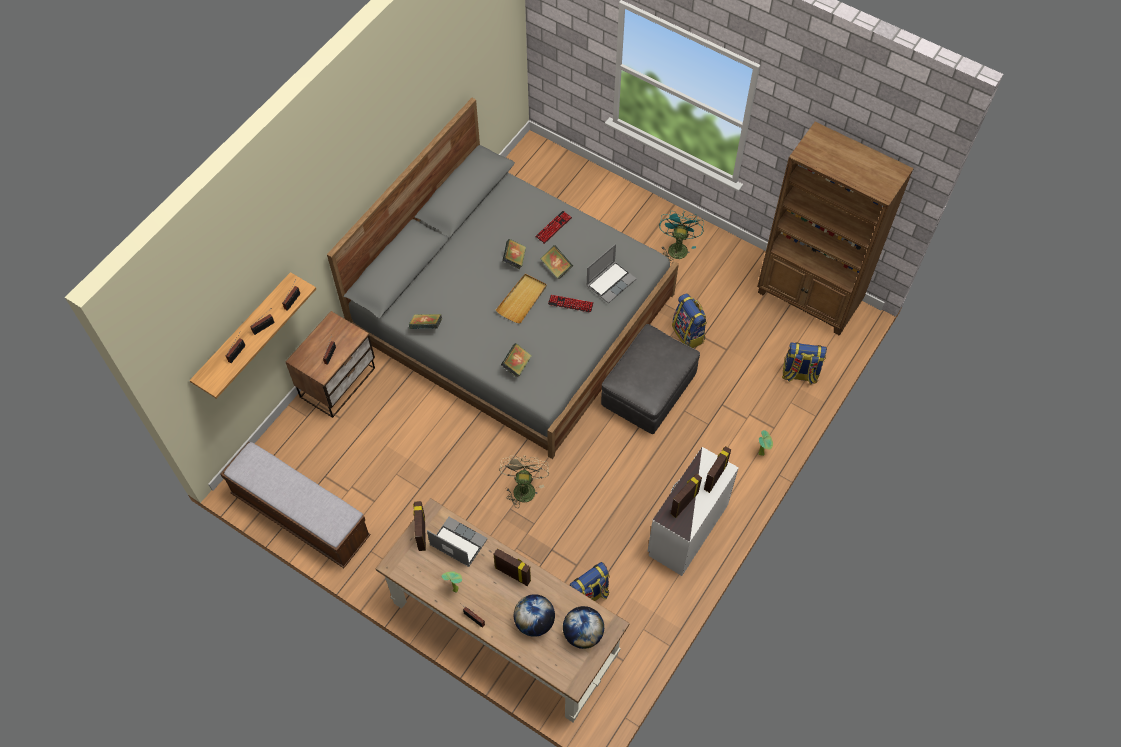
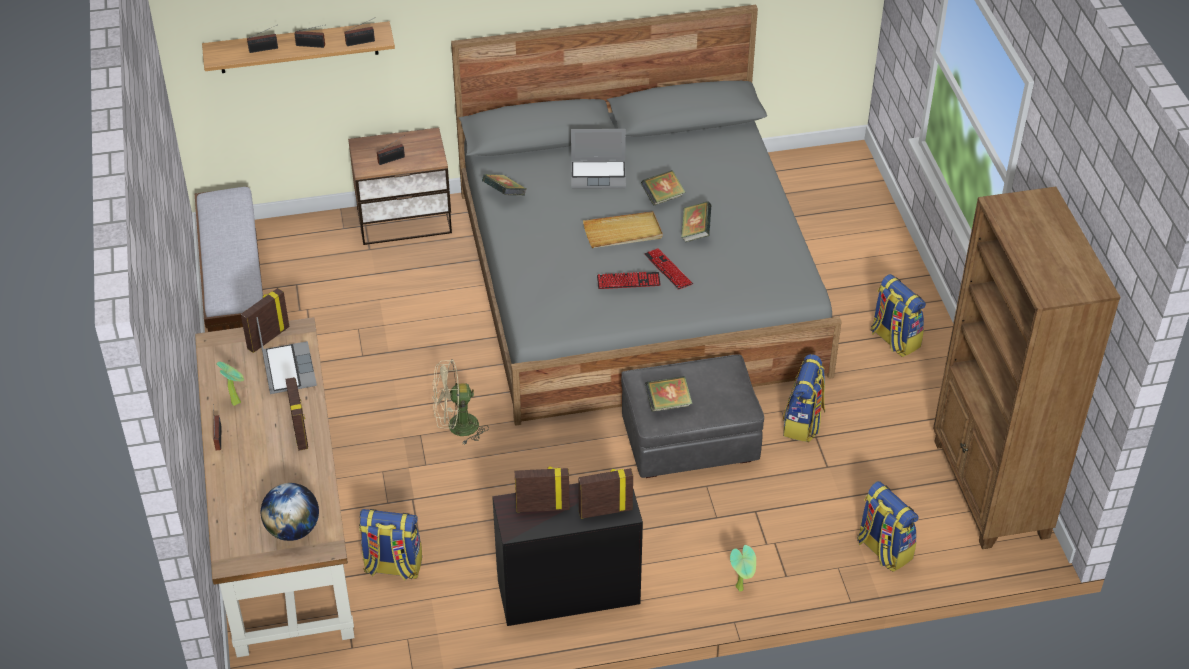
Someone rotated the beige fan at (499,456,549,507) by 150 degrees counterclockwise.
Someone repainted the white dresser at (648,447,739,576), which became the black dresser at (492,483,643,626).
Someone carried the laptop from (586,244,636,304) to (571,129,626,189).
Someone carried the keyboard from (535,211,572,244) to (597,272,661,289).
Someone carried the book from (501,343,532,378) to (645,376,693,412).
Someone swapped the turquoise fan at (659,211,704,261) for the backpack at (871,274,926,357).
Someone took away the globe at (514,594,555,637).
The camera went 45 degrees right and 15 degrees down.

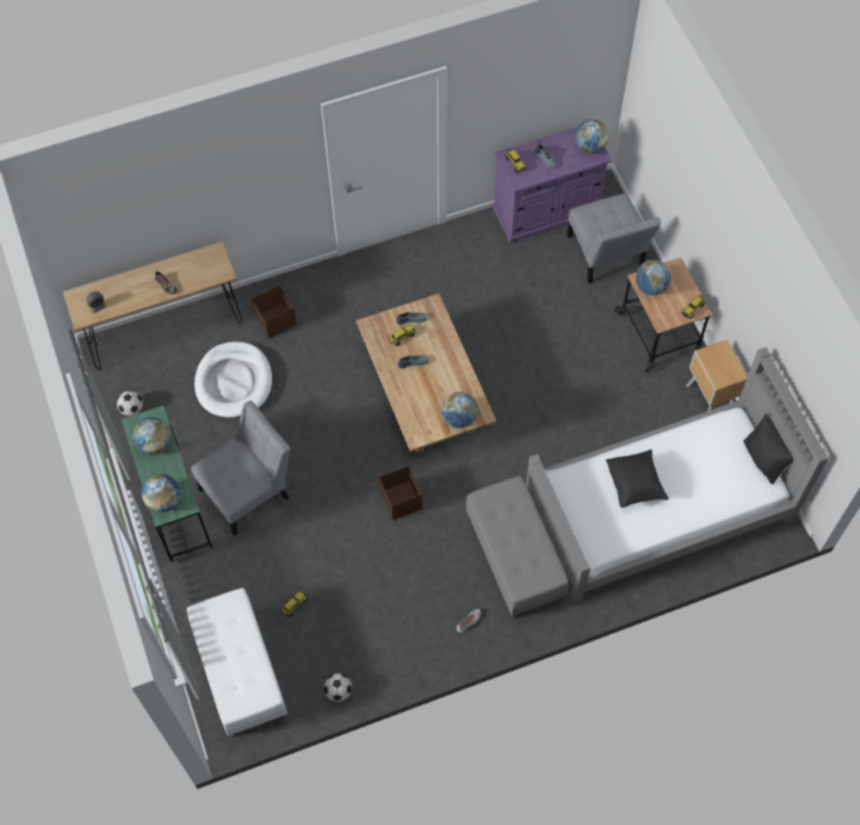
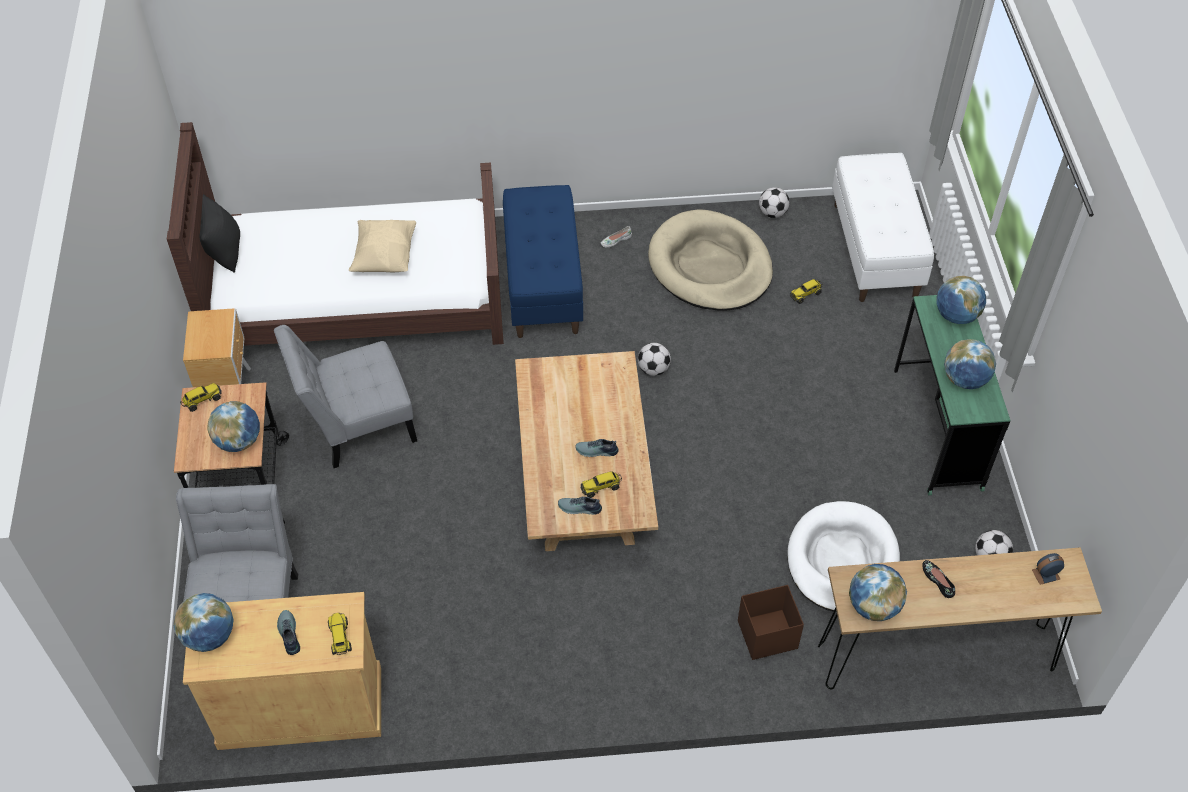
Someone repainted the grey bed at (526,347,829,602), which became the brown bed at (167,122,504,346).
Someone repainted the purple cabinet at (493,126,612,244), which became the beige cabinet at (183,592,381,750).
Someone carried the grey chair from (191,401,290,536) to (274,325,417,468).
Someone repainted the black pillow at (606,450,669,508), which became the beige pillow at (349,220,416,272).
Someone repainted the grey bench at (466,476,569,619), which became the blue bench at (503,185,583,338).
Someone swapped the brown storage box at (379,466,423,520) for the football at (638,343,671,376).
Someone put down the beige dog bed at (648,209,773,311).
Someone carried the globe from (441,392,477,428) to (849,564,907,621).
The camera went 165 degrees left and 10 degrees down.

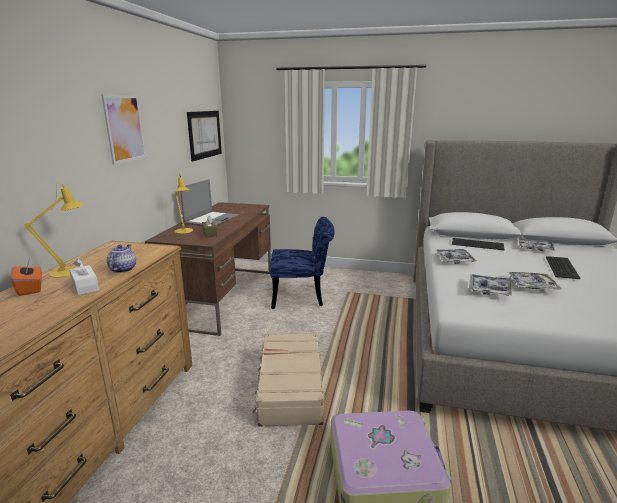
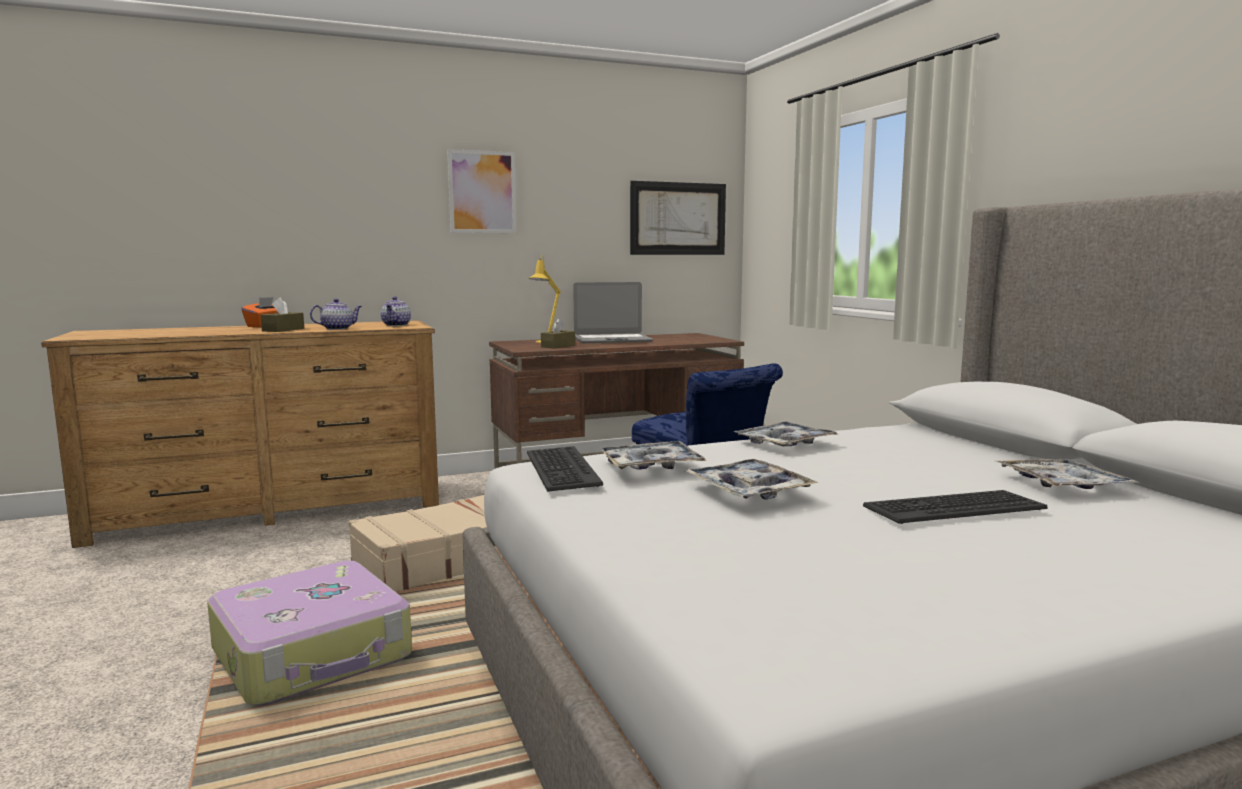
Someone repainted the white tissue box at (69,259,99,295), which became the brown tissue box at (261,298,304,332).
Someone put down the teapot at (381,296,411,326).
Someone carried the keyboard from (452,238,505,250) to (527,446,603,492).
Someone took away the yellow table lamp at (24,183,84,278).
The camera went 55 degrees right and 10 degrees down.

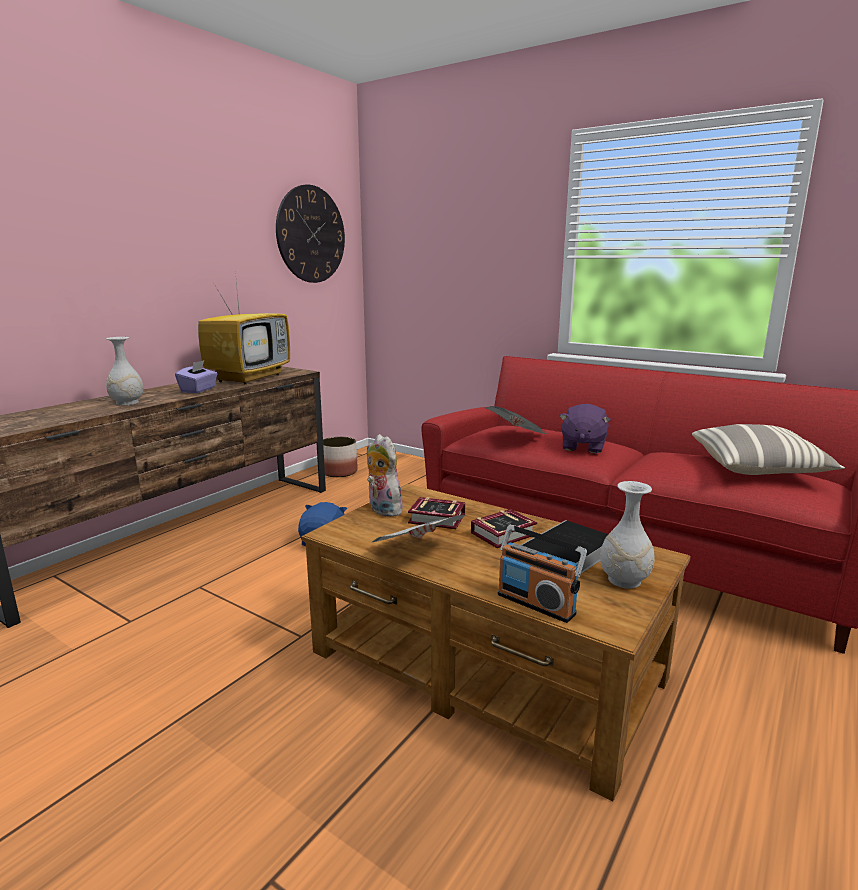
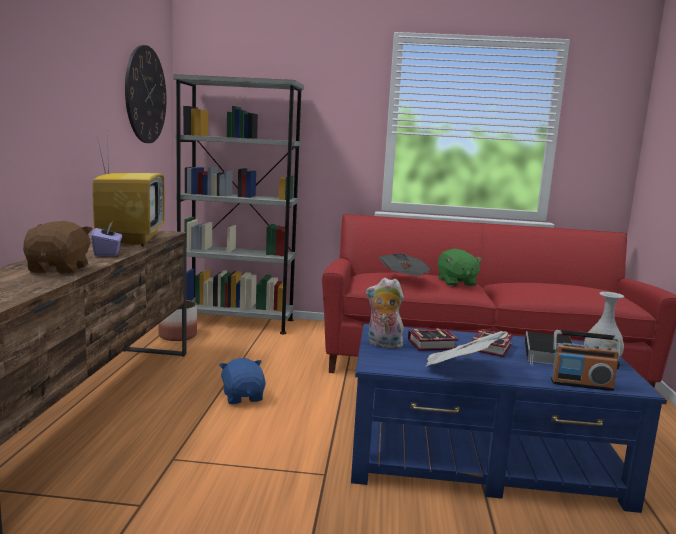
Someone swapped the white vase at (106,337,144,405) for the brown plush toy at (23,221,93,274).
Someone put down the grey bookcase at (173,74,304,334).
Someone repainted the brown coffee table at (301,484,691,801), which became the blue coffee table at (351,324,667,513).
Someone repainted the purple plush toy at (560,404,611,453), which became the green plush toy at (438,249,483,287).
Someone took away the pillow at (692,424,845,475).
The camera went 30 degrees left and 5 degrees down.

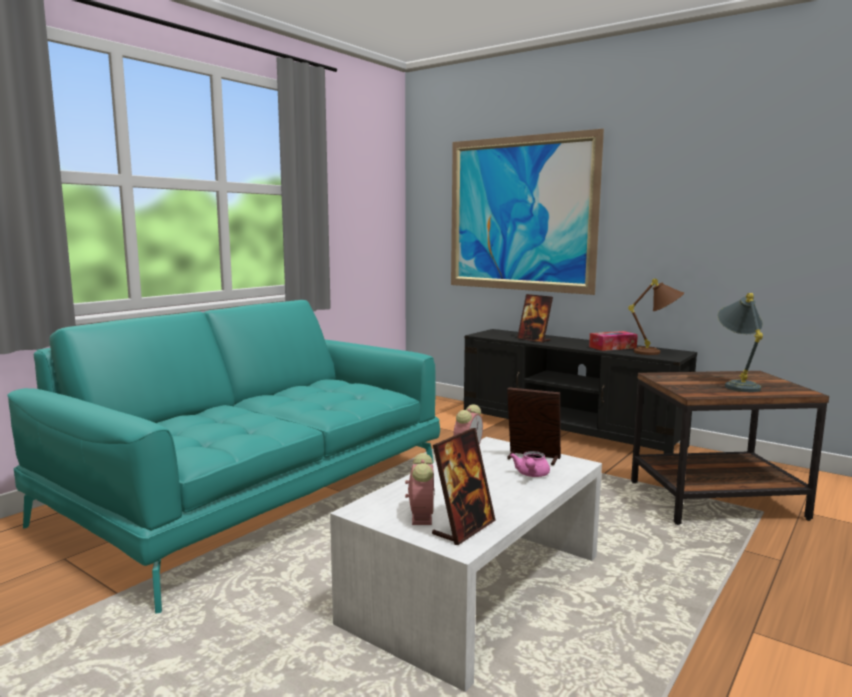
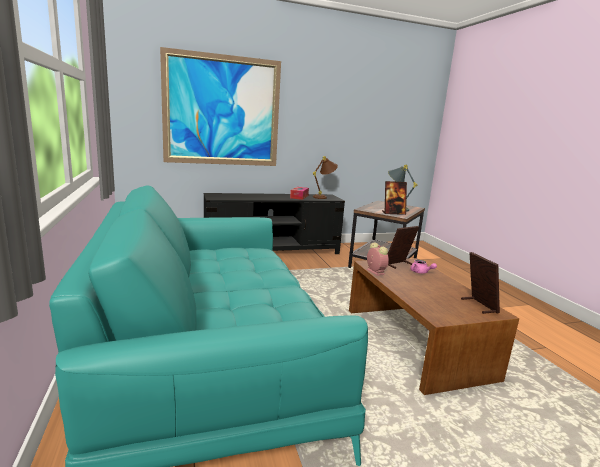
Someone repainted the white coffee table at (330,437,602,692), which became the brown coffee table at (349,258,519,395).
Someone carried the picture frame from (517,294,553,343) to (382,181,407,215).
Someone took away the alarm clock at (405,453,435,525).
The camera went 55 degrees left and 5 degrees up.

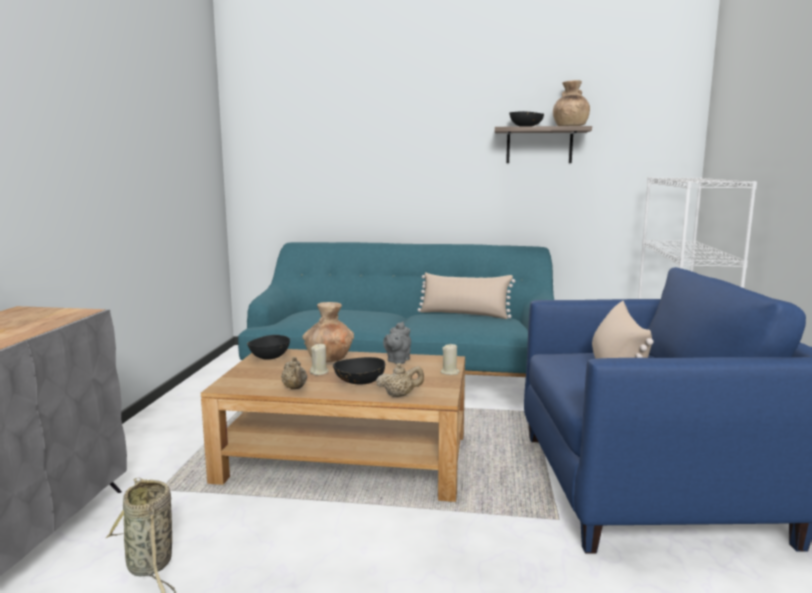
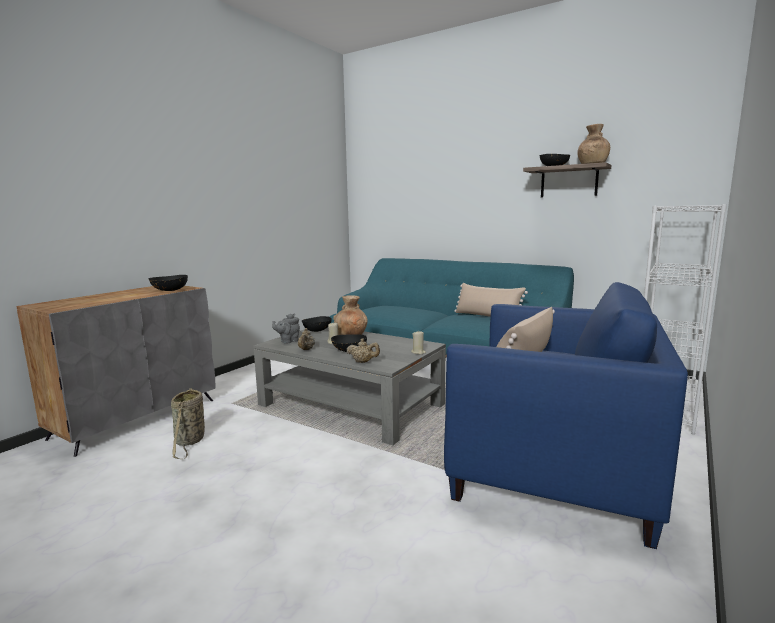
Someone put down the black bowl at (149,275,188,291).
Someone repainted the brown coffee table at (201,349,465,502), which became the grey coffee table at (253,327,446,445).
Someone carried the grey teapot from (383,322,411,364) to (272,313,300,344).
The camera went 25 degrees right and 0 degrees up.

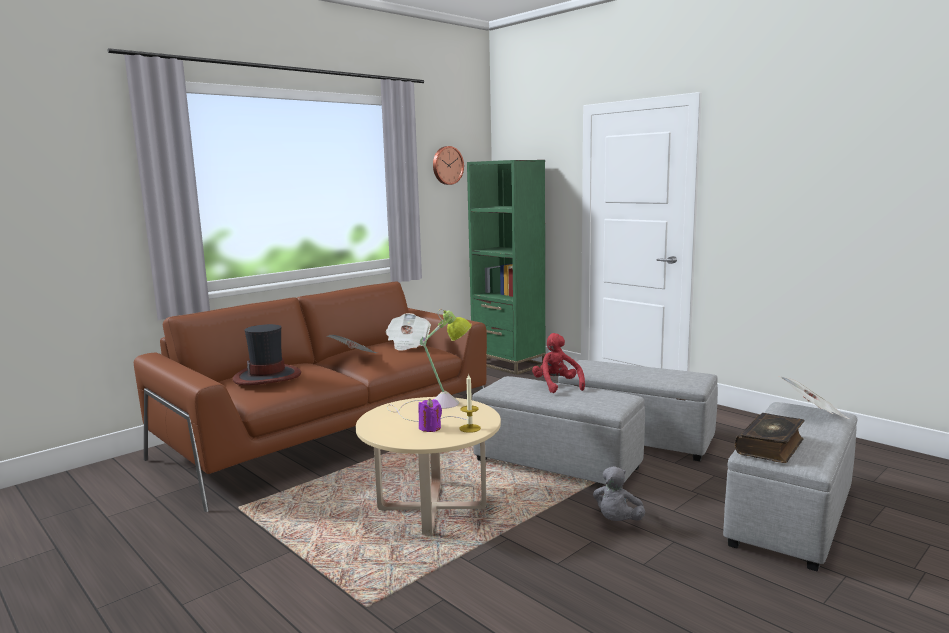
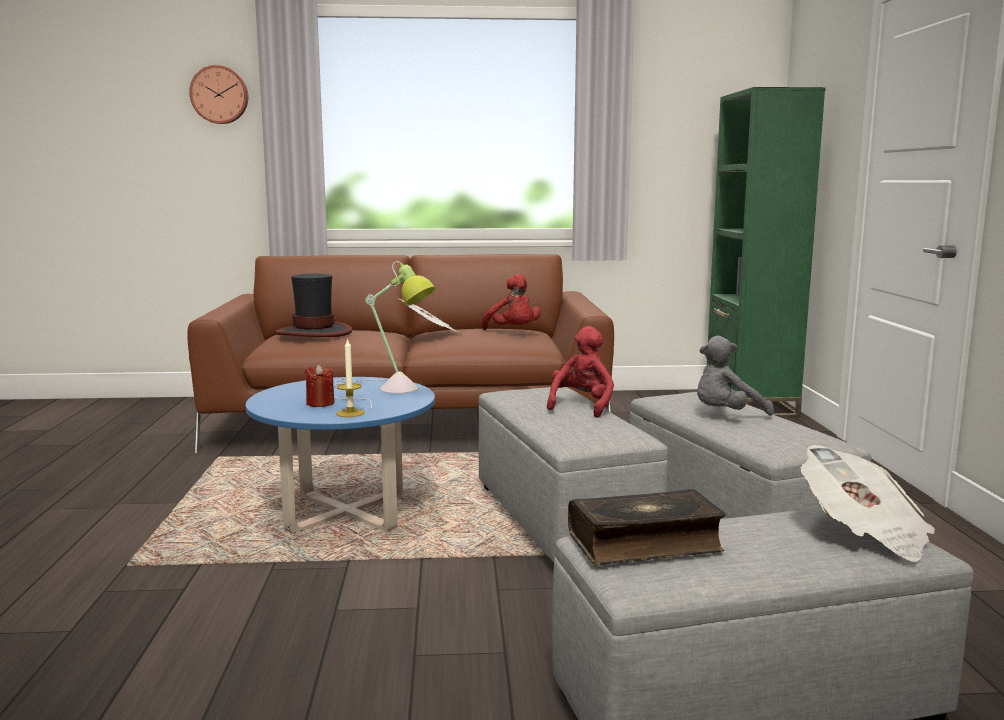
Someone carried the wall clock from (433,146,464,185) to (189,65,248,124).
Someone repainted the beige coffee table at (356,397,501,535), which became the blue coffee table at (246,377,435,534).
Someone repainted the purple candle at (418,398,442,432), which became the red candle at (305,364,334,407).
Someone swapped the newspaper at (385,313,431,351) for the red plush toy at (482,274,541,330).
Someone carried the grey plush toy from (593,466,645,521) to (697,336,774,416).
The camera went 40 degrees right and 0 degrees up.

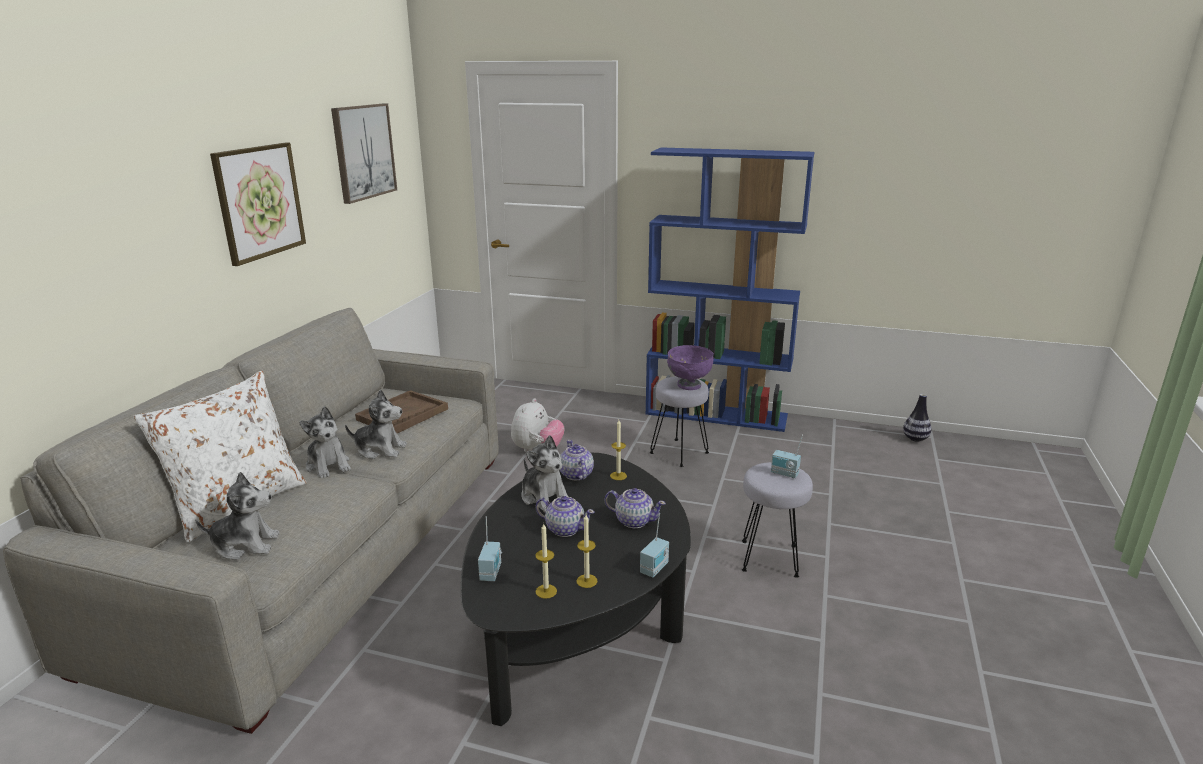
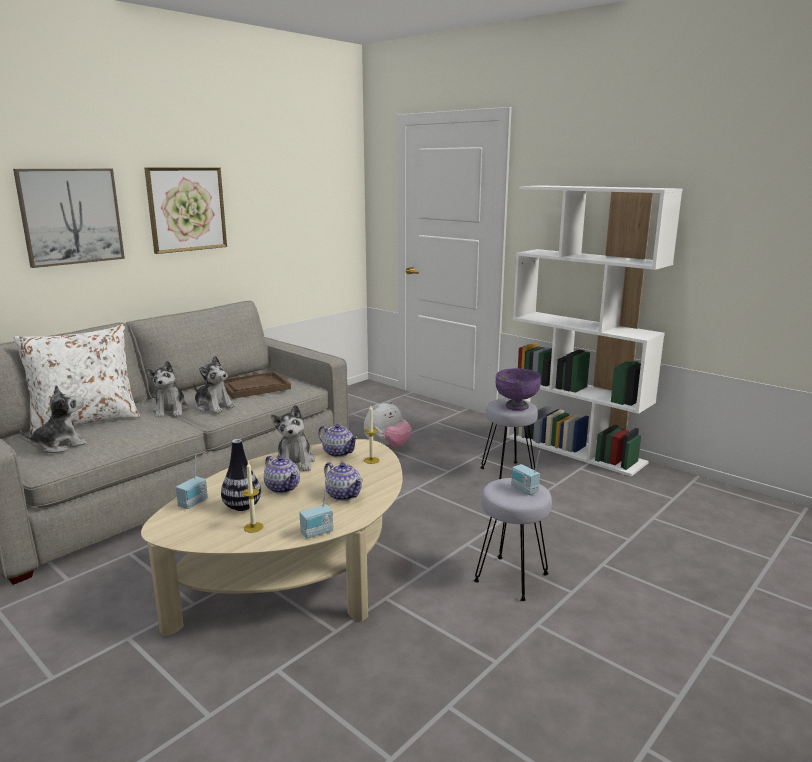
Someone carried the picture from (331,104,397,204) to (13,169,125,268).
Someone rotated the plush toy at (195,472,280,560) by 60 degrees counterclockwise.
Someone repainted the black coffee table at (461,453,691,726), which became the beige coffee table at (141,439,402,636).
Someone carried the vase from (903,394,932,442) to (221,439,261,511).
Someone rotated the teapot at (560,440,594,481) by 120 degrees clockwise.
Someone repainted the blue bookcase at (645,147,815,432), which became the white bookcase at (507,185,683,477).
Someone took away the candle at (536,523,557,599).
The camera went 25 degrees right and 5 degrees down.

